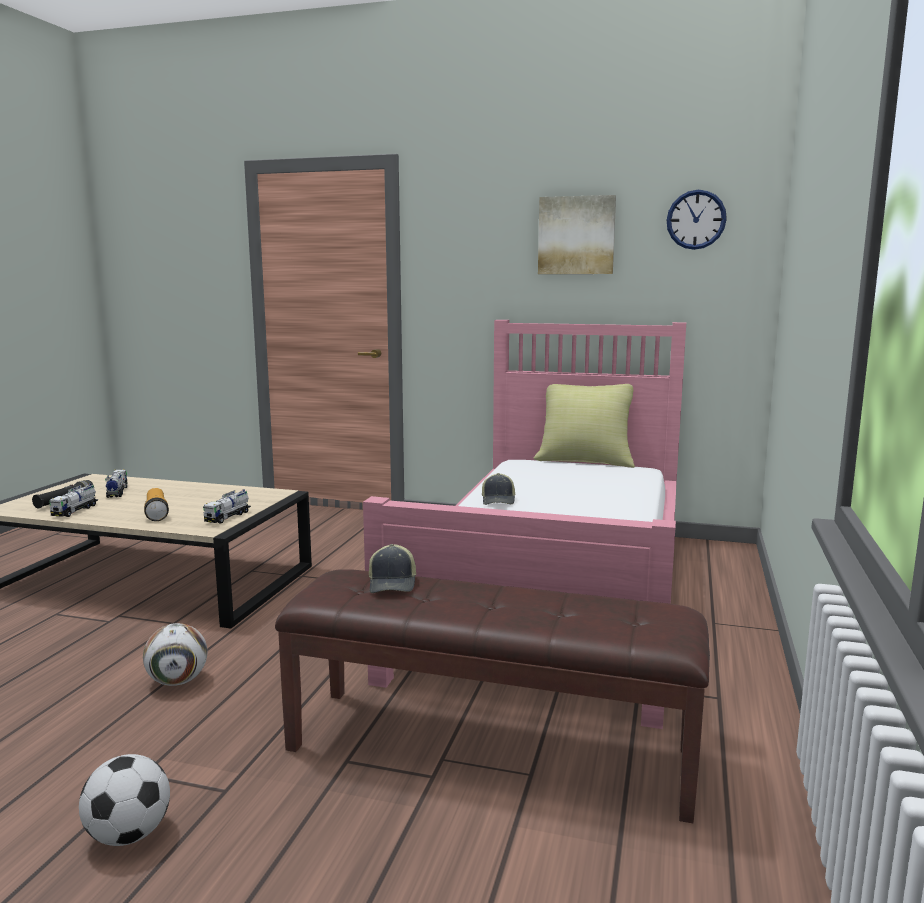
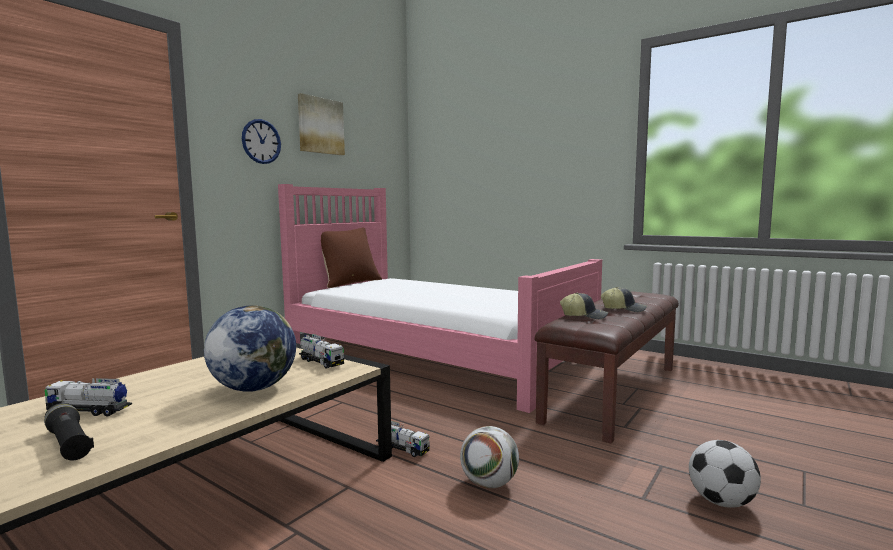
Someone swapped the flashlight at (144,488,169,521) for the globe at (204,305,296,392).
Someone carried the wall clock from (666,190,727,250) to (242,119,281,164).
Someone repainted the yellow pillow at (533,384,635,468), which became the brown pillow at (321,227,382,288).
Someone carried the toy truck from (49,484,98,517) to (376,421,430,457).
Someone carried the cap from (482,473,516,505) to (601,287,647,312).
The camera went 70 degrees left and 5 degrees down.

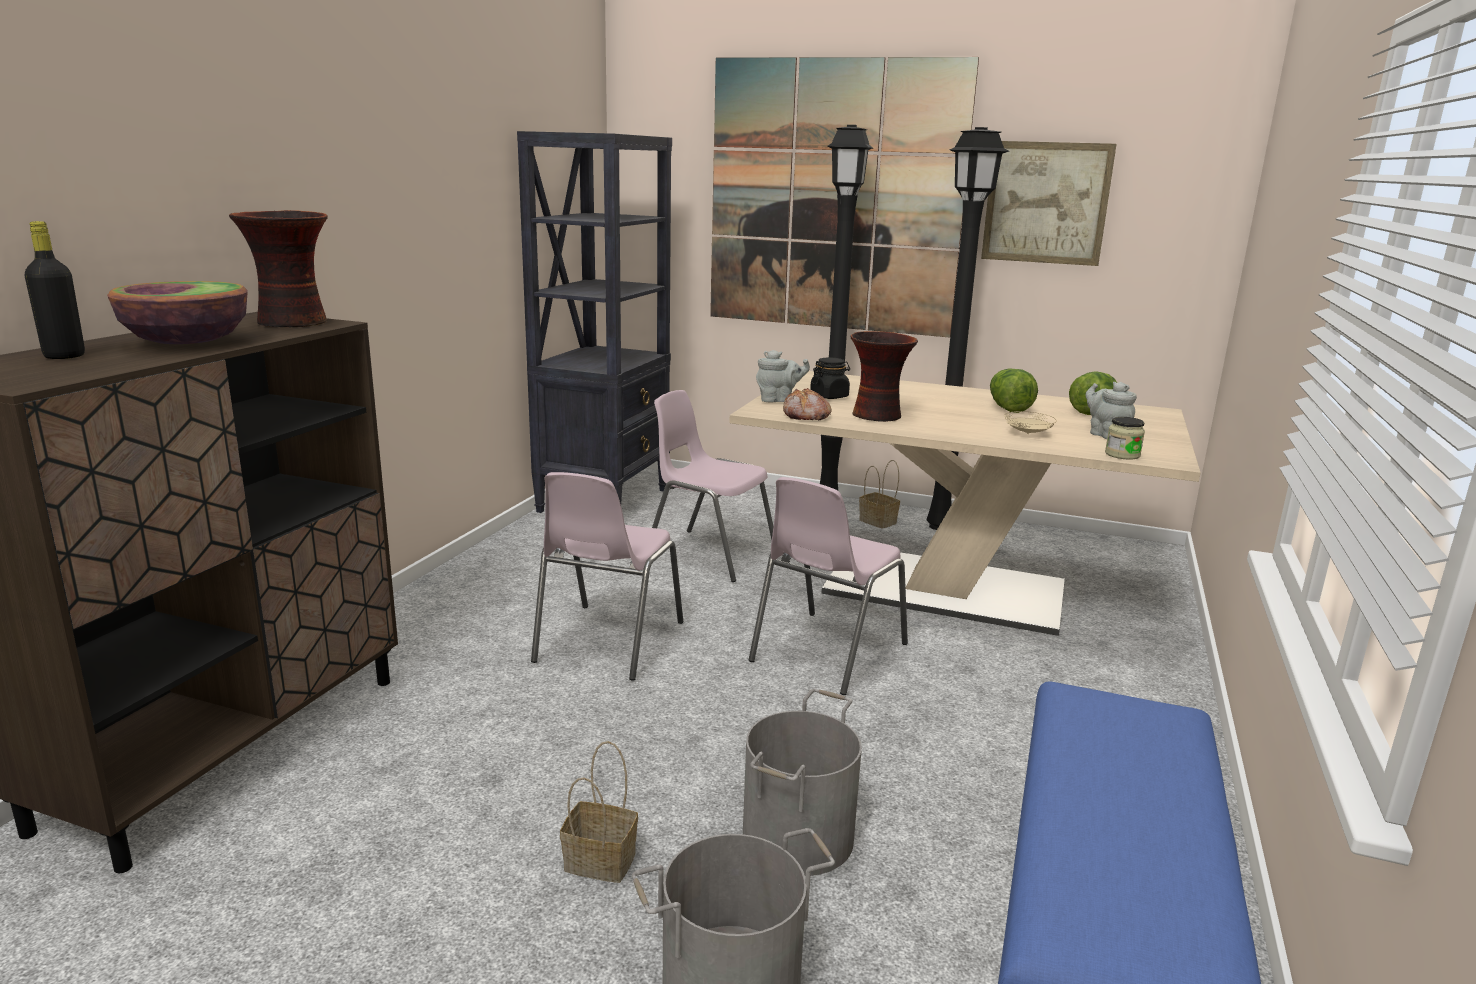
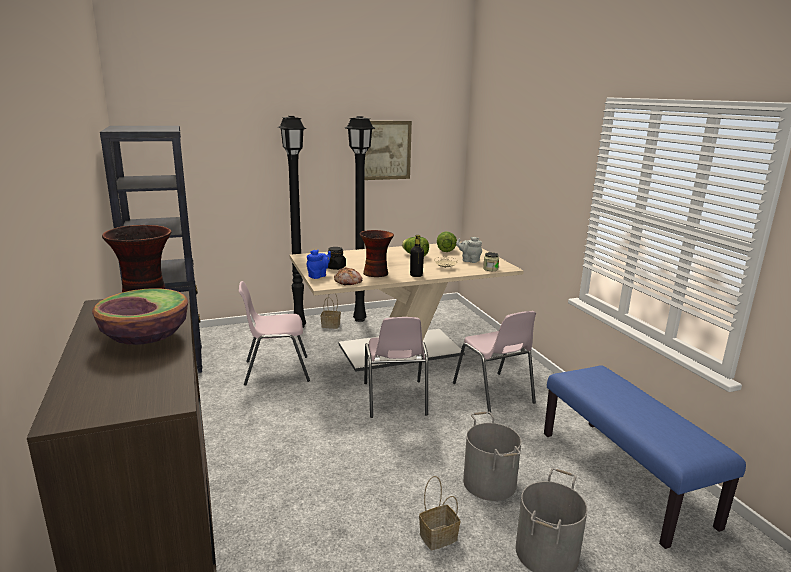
Someone repainted the grey teapot at (756,350,810,402), which became the blue teapot at (307,250,331,279).
Someone carried the black bottle from (25,221,85,359) to (410,235,424,277).
Someone carried the pink chair from (531,472,683,681) to (453,311,536,414).
Someone took away the picture at (710,57,979,337).
The camera went 40 degrees left and 0 degrees up.

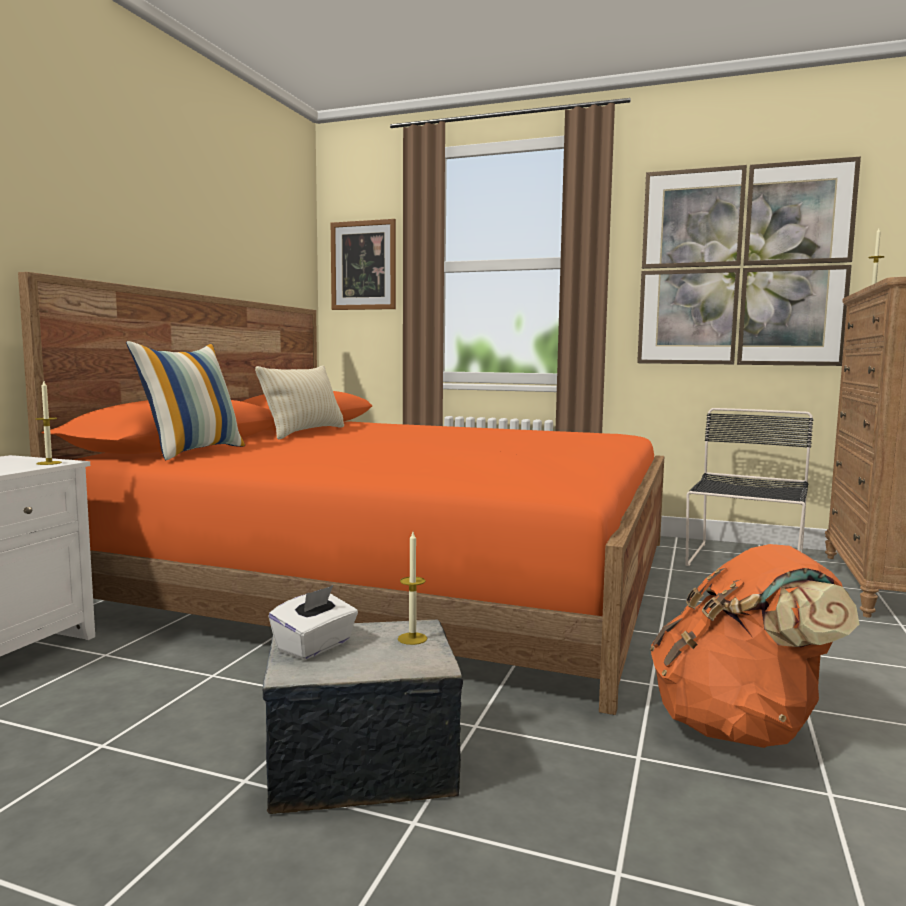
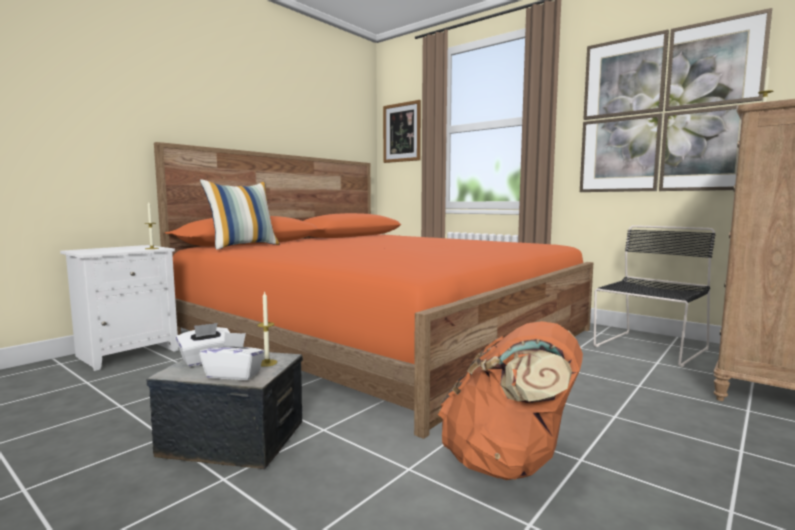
Someone put down the white tissue box at (199,332,265,380).
Someone took away the beige pillow at (255,365,344,440).
The camera went 20 degrees right and 0 degrees up.

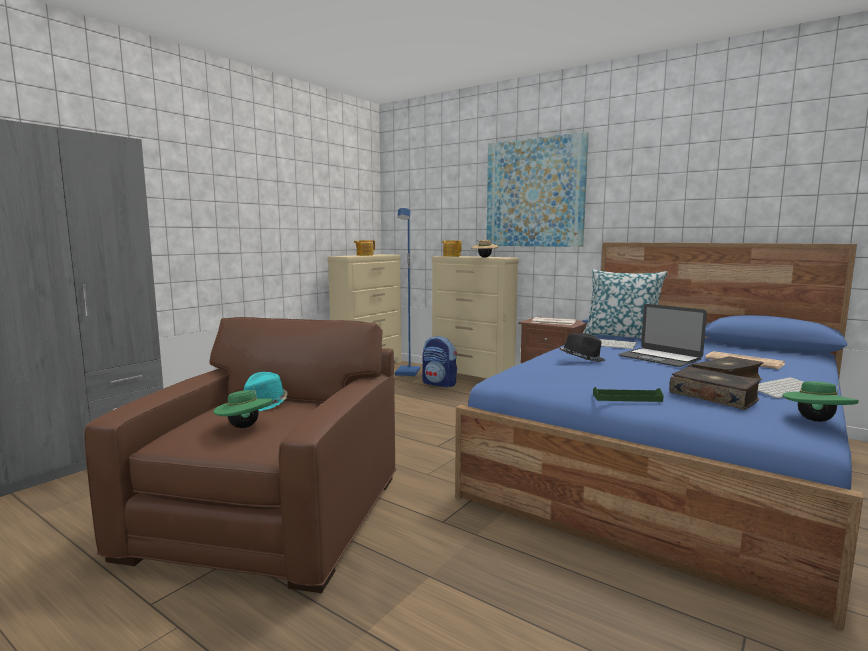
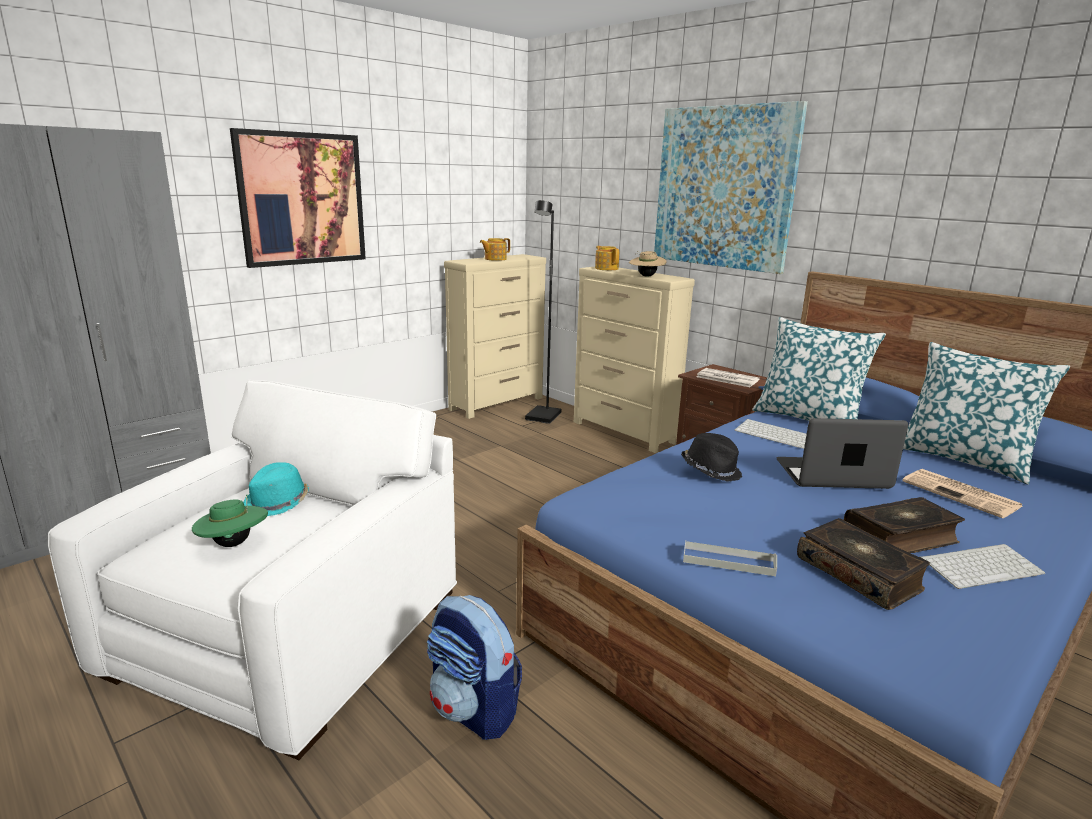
Someone repainted the brown armchair at (84,317,396,593), which became the white armchair at (48,380,457,760).
Someone put up the picture at (230,128,366,268).
Someone carried the backpack from (423,336,457,387) to (427,595,522,740).
Someone repainted the blue floor lamp at (395,208,420,376), which became the black floor lamp at (525,200,562,424).
Someone repainted the green tray at (593,387,664,402), which became the grey tray at (683,540,777,576).
Someone rotated the laptop at (618,304,707,367) by 120 degrees clockwise.
Someone put down the pillow at (903,342,1070,485).
Someone took away the green hat at (782,381,859,422).
The camera went 10 degrees right and 10 degrees up.

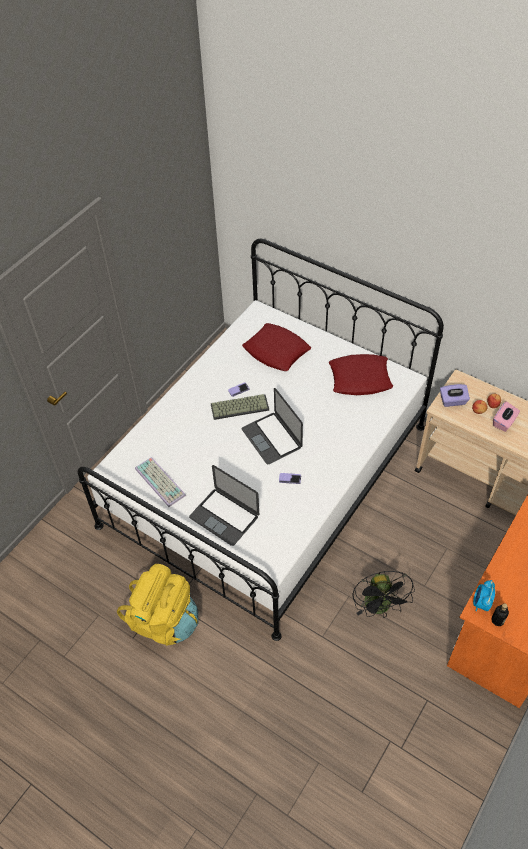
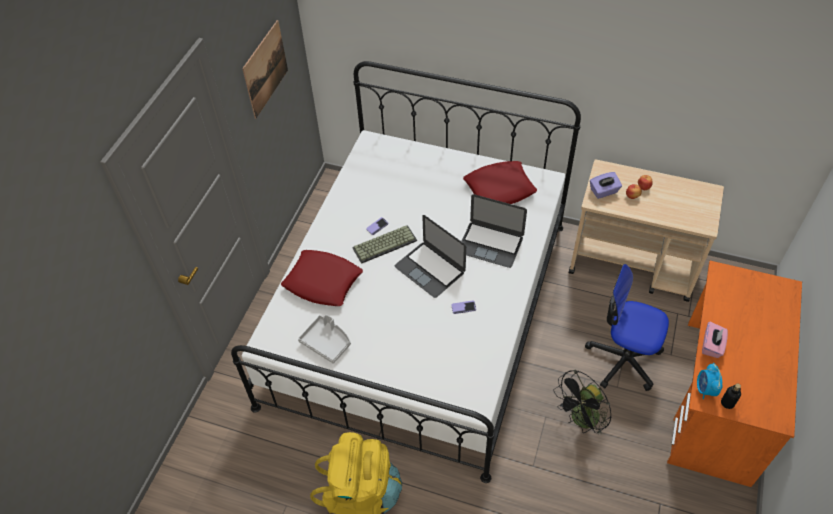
Someone put up the picture at (242,20,288,119).
Someone carried the red pillow from (242,323,311,371) to (281,250,363,306).
Someone swapped the keyboard at (135,457,186,507) for the grey tray at (298,314,351,364).
Someone carried the laptop from (189,465,259,546) to (461,194,527,268).
Someone rotated the black fan at (352,571,415,618) by 75 degrees clockwise.
Someone put down the office chair at (585,264,669,391).
Someone carried the pink tissue box from (493,401,520,432) to (702,322,728,358).
The camera went 15 degrees left and 0 degrees up.

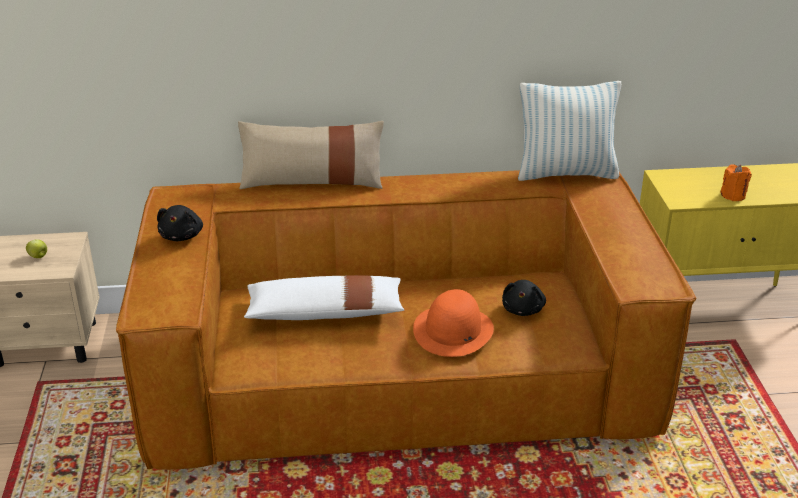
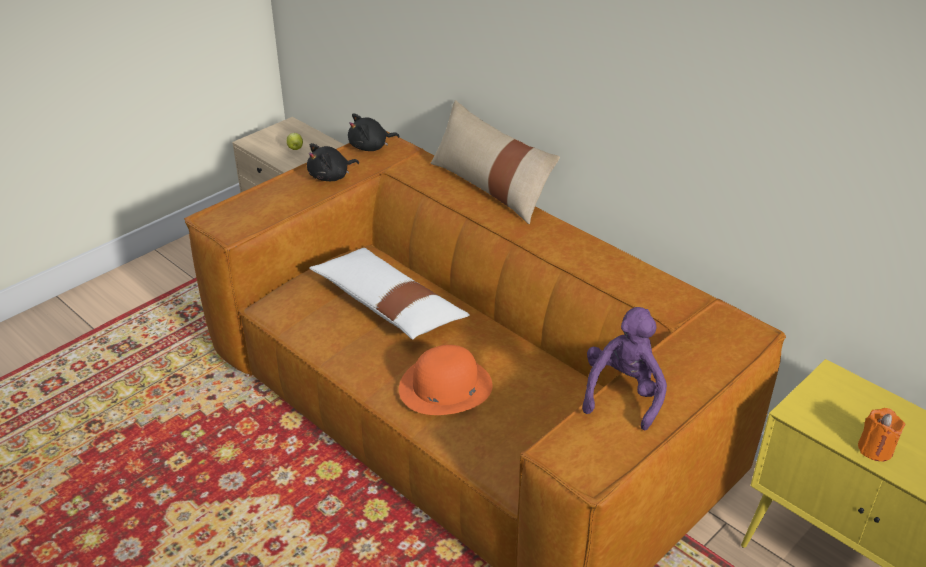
Someone carried the black plush toy from (502,280,546,316) to (348,114,400,151).
Someone put down the purple plush toy at (582,307,667,430).
Someone took away the pillow at (518,81,621,181).
The camera went 50 degrees right and 5 degrees up.

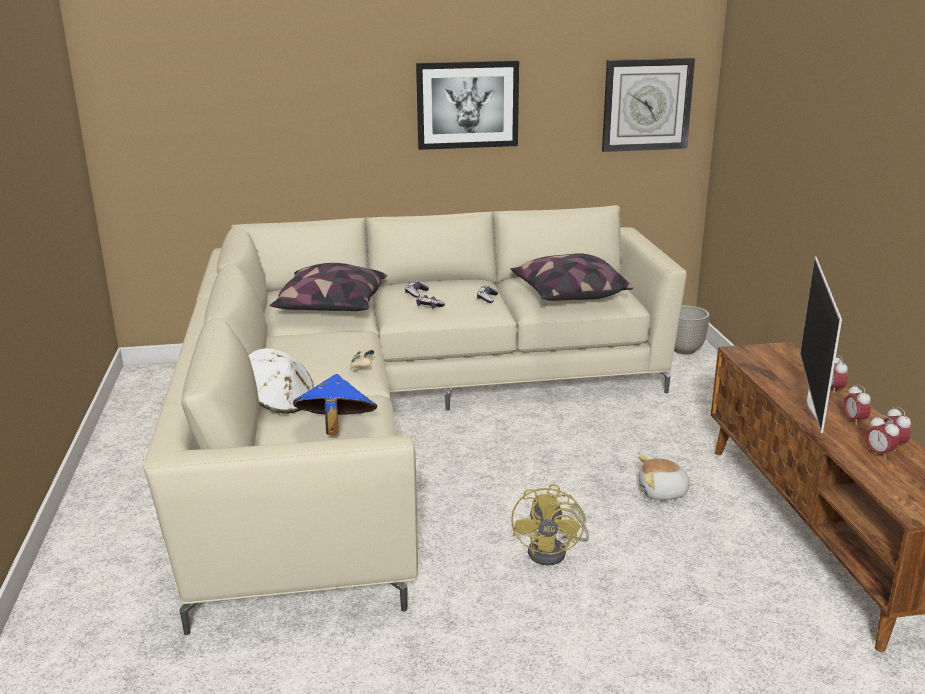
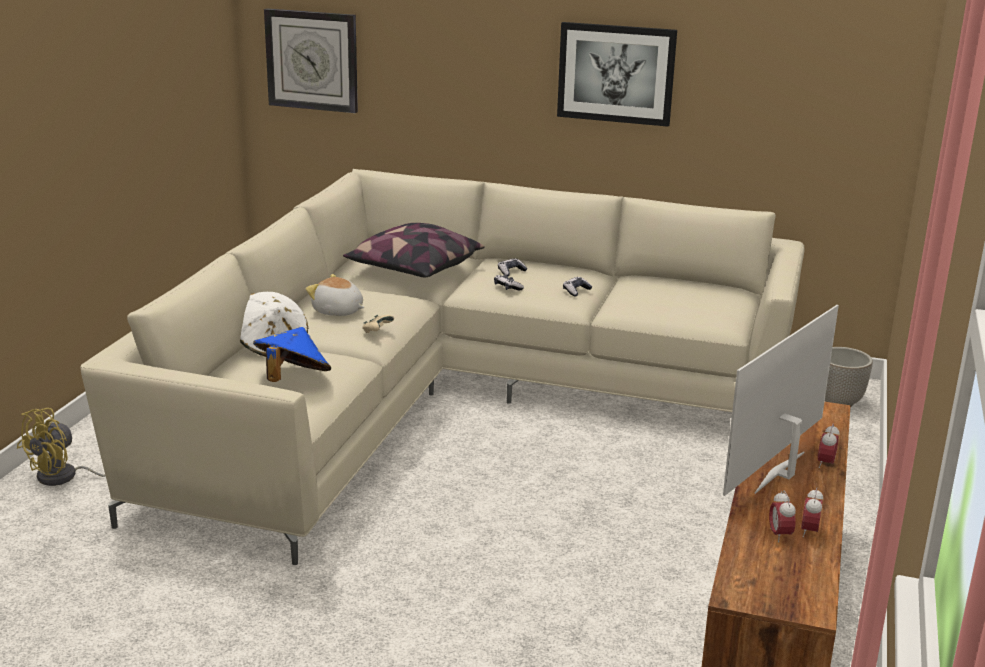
Someone carried the yellow fan from (511,484,589,565) to (17,408,106,486).
Someone carried the wall clock from (602,58,695,152) to (264,8,358,113).
Someone carried the plush toy from (638,456,696,500) to (306,274,365,316).
Someone took away the pillow at (511,253,633,301).
Someone took away the alarm clock at (844,384,871,424).
The camera went 25 degrees right and 0 degrees up.

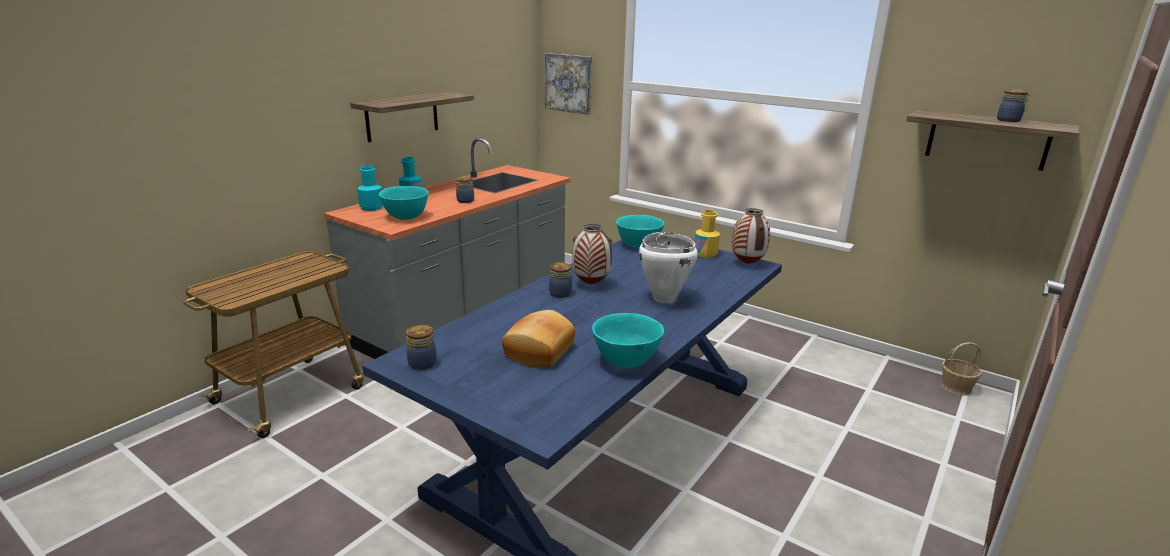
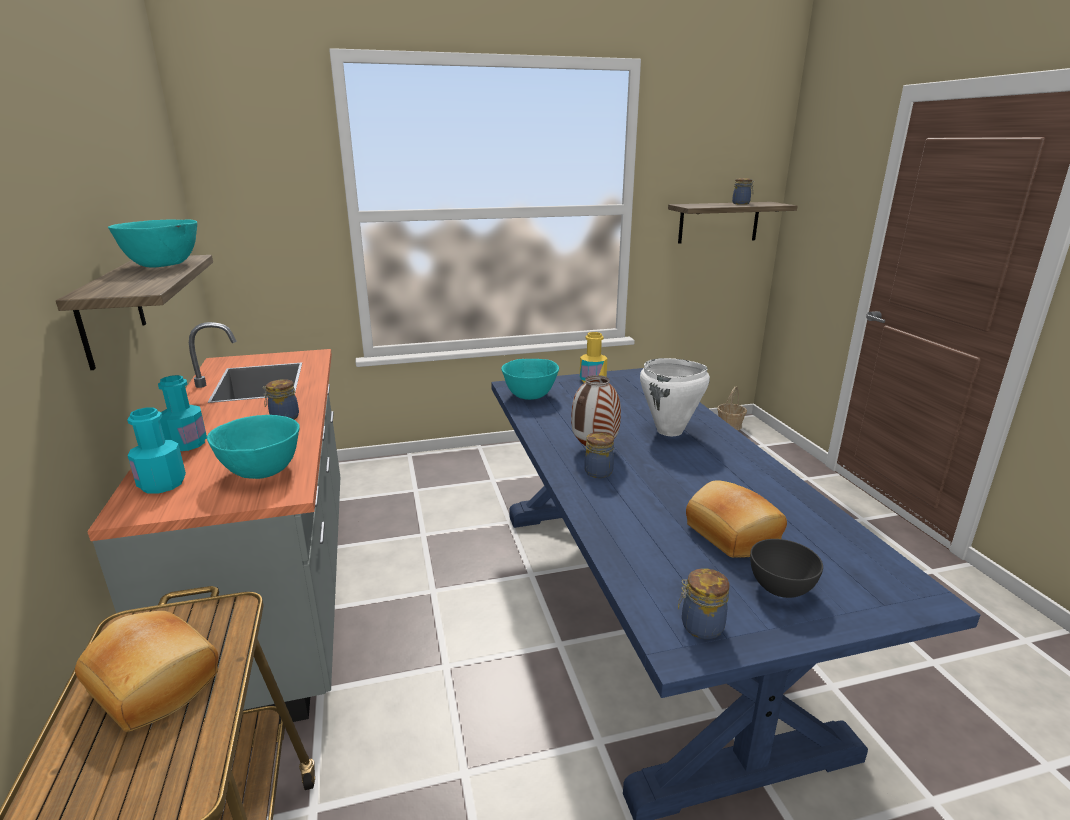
Someone put down the bread at (75,611,218,732).
Someone carried the turquoise bowl from (592,313,664,368) to (108,220,197,268).
Someone put down the grey bowl at (750,539,823,598).
Someone took away the picture at (545,53,592,115).
Someone took away the vase at (732,208,770,264).
The camera went 50 degrees left and 0 degrees up.

